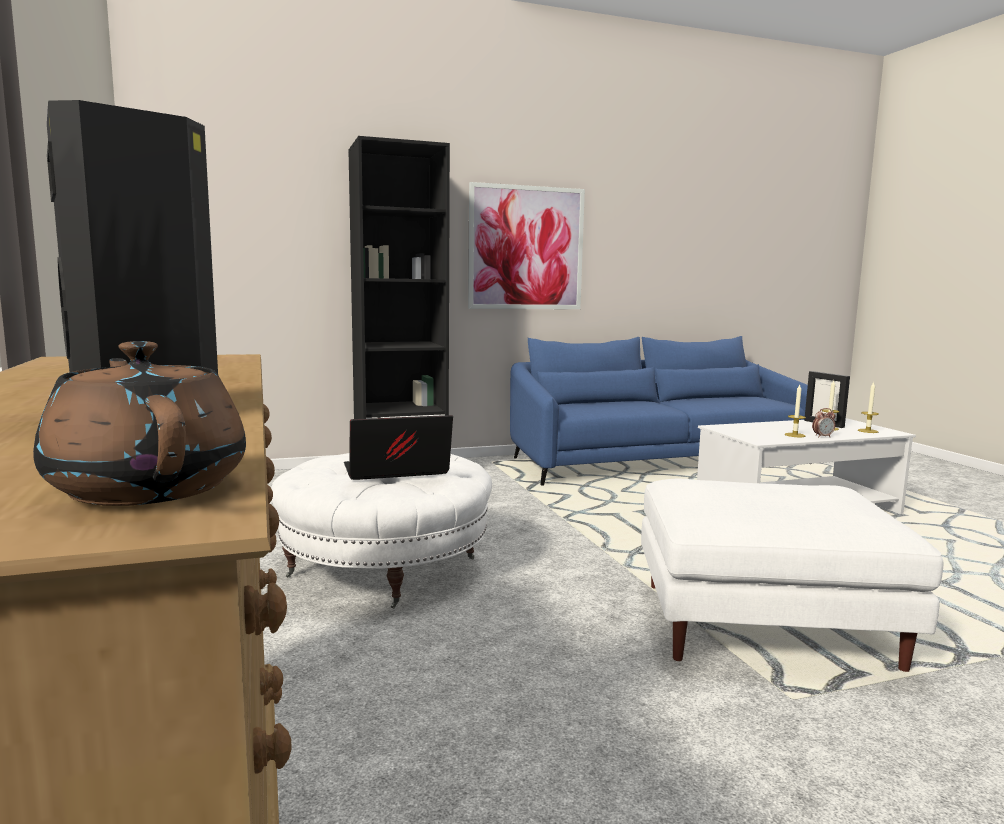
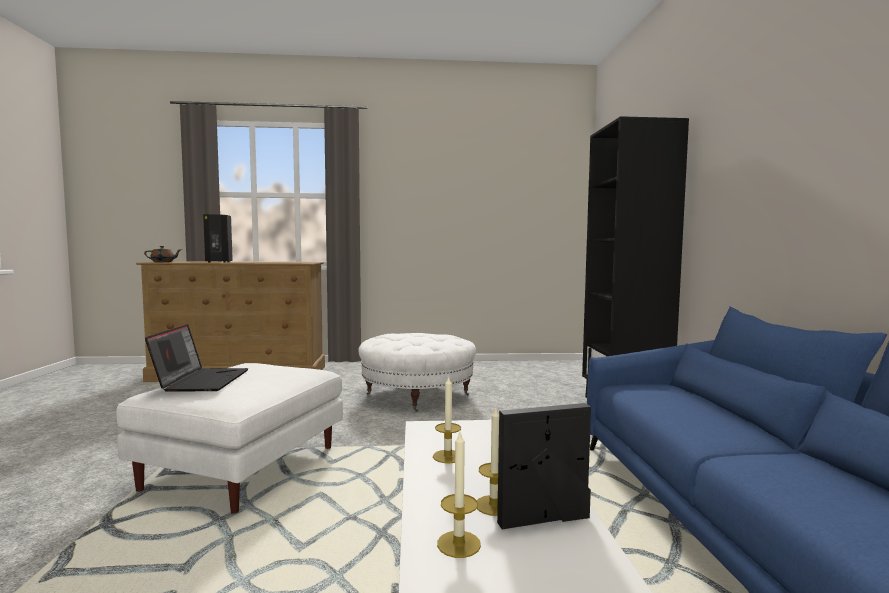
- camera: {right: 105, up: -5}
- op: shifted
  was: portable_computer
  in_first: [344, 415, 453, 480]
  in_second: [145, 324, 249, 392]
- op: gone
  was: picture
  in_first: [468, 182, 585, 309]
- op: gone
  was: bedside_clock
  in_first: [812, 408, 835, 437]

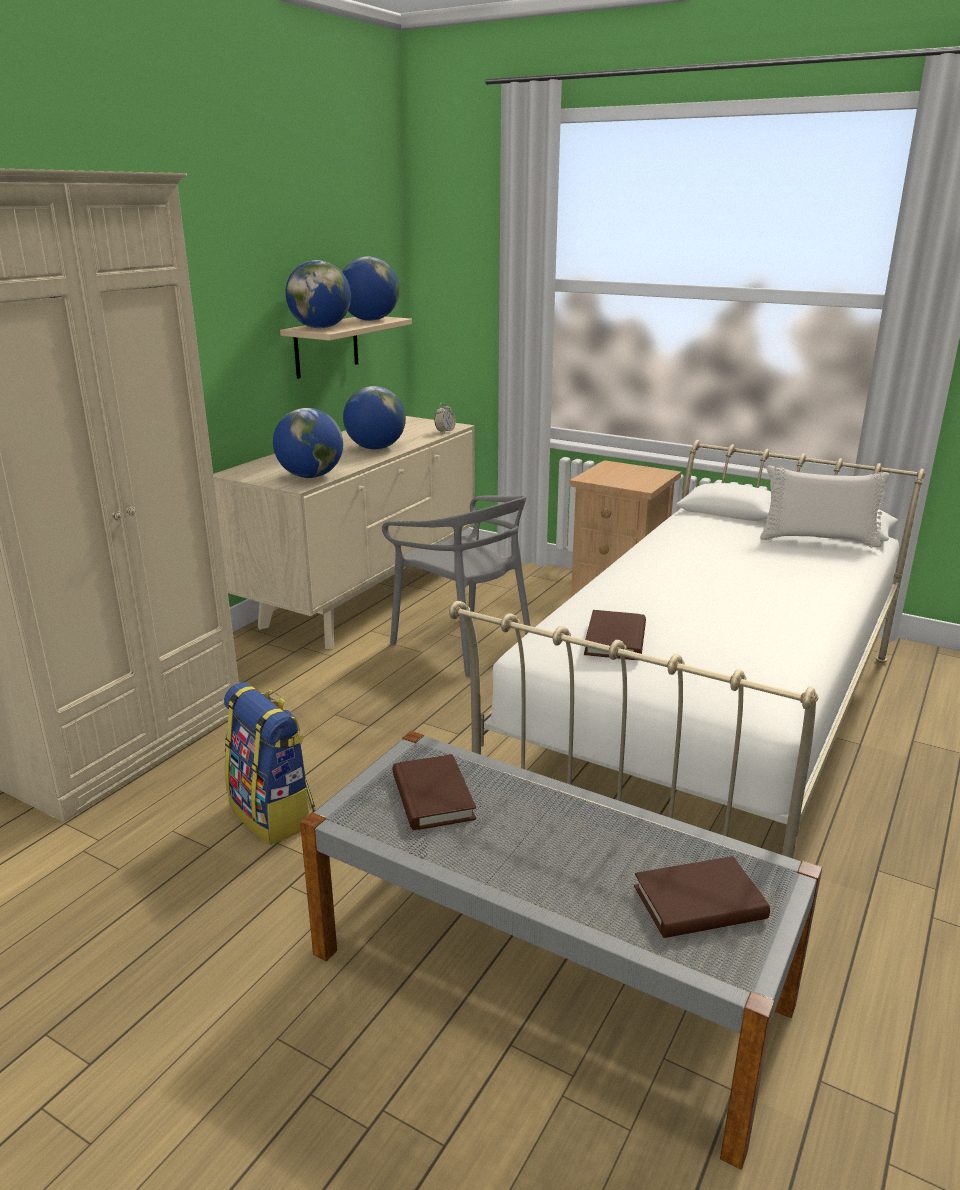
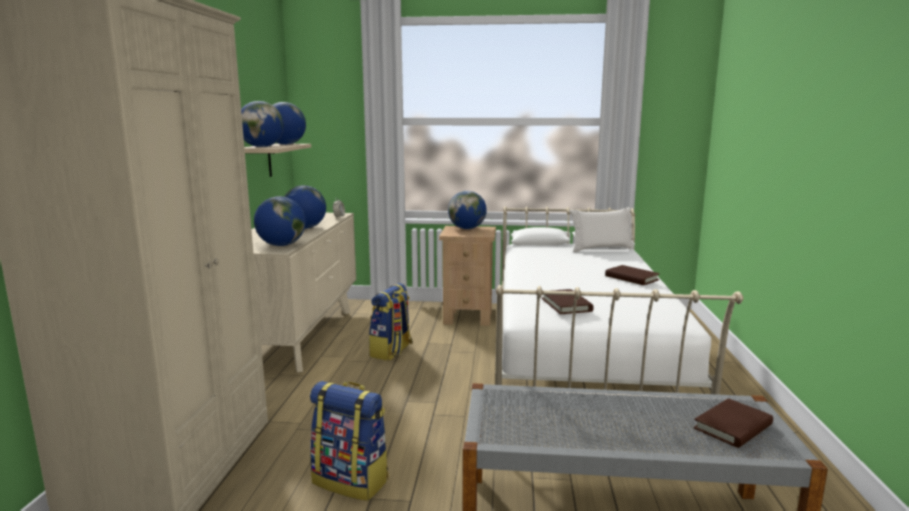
- camera: {right: -25, up: -10}
- op: swapped
  was: grey_upright_chair
  now: rucksack
  in_first: [382, 495, 530, 677]
  in_second: [369, 283, 413, 361]
- op: shifted
  was: brown-coloured_book
  in_first: [393, 754, 476, 830]
  in_second: [605, 265, 660, 285]
- op: new
  now: world_globe
  in_second: [448, 191, 487, 229]

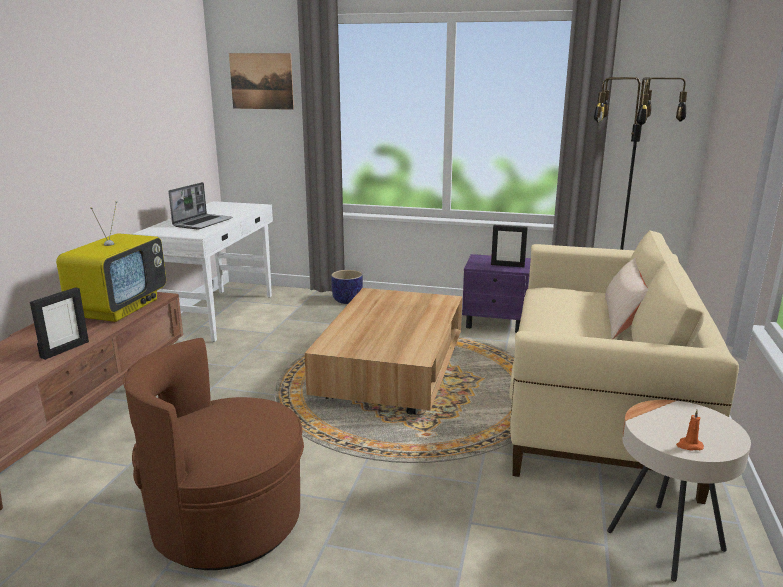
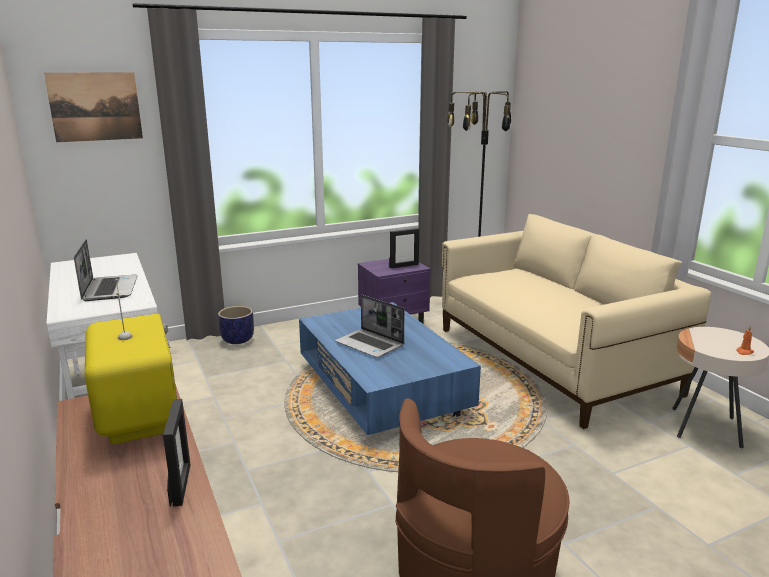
- camera: {right: -40, up: 0}
- op: repainted
  was: brown-coloured_coffee_table
  now: bluish_coffee_table
  in_first: [304, 288, 462, 414]
  in_second: [299, 302, 481, 435]
- op: gone
  was: sand-coloured_throw_pillow
  in_first: [605, 258, 648, 339]
- op: new
  now: portable_computer
  in_second: [335, 295, 404, 358]

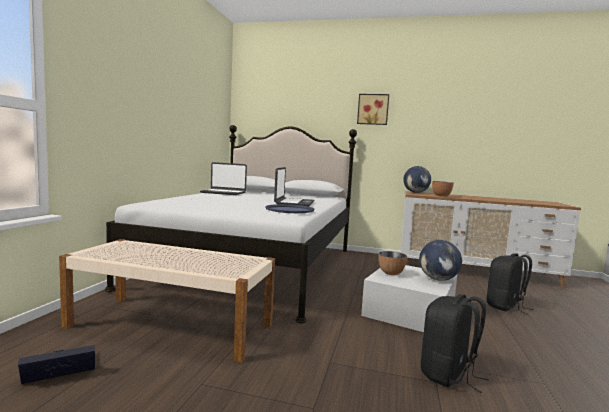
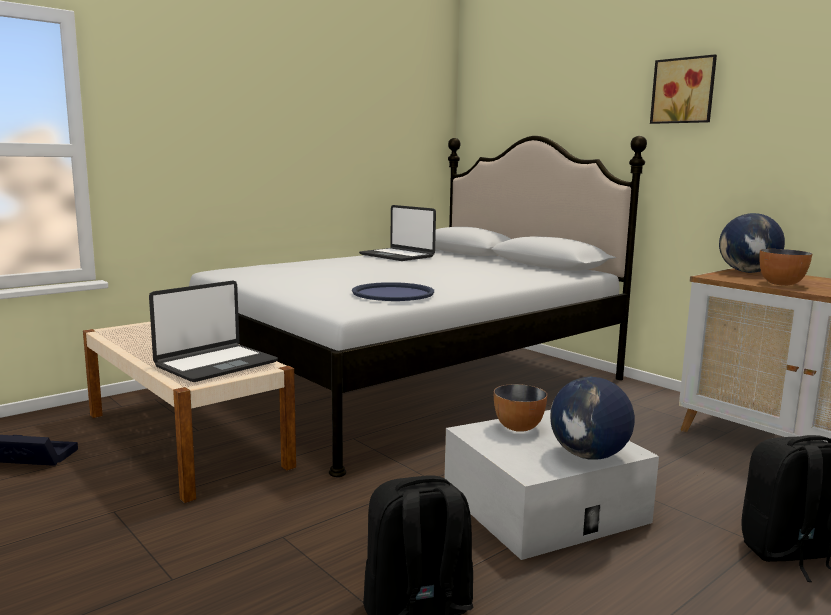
- camera: {right: 35, up: 5}
- op: shifted
  was: portable_computer
  in_first: [274, 167, 314, 207]
  in_second: [149, 280, 278, 382]

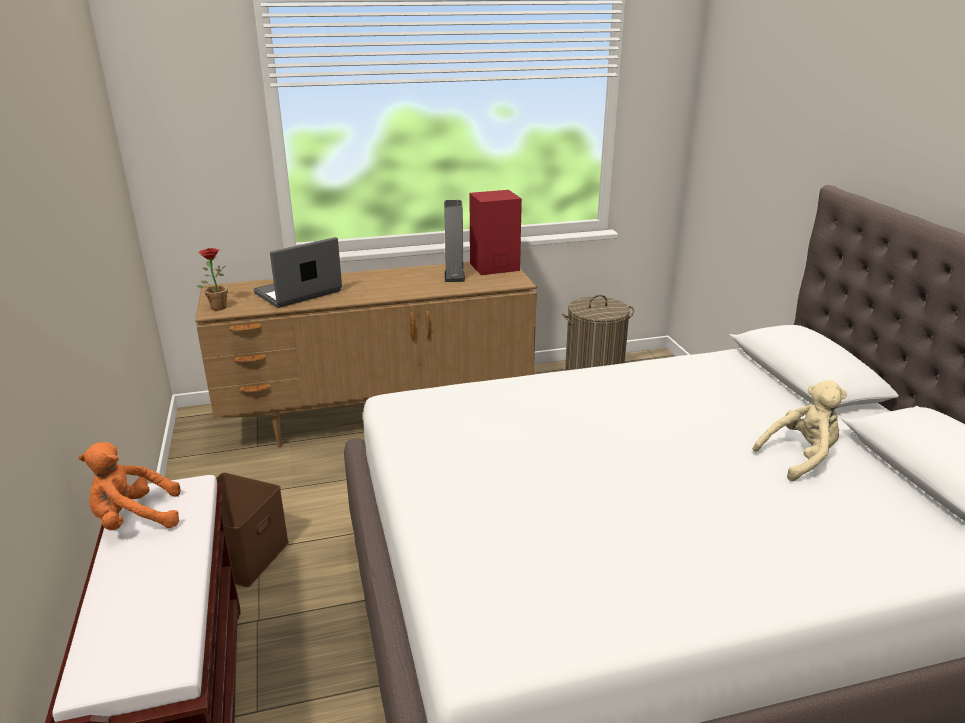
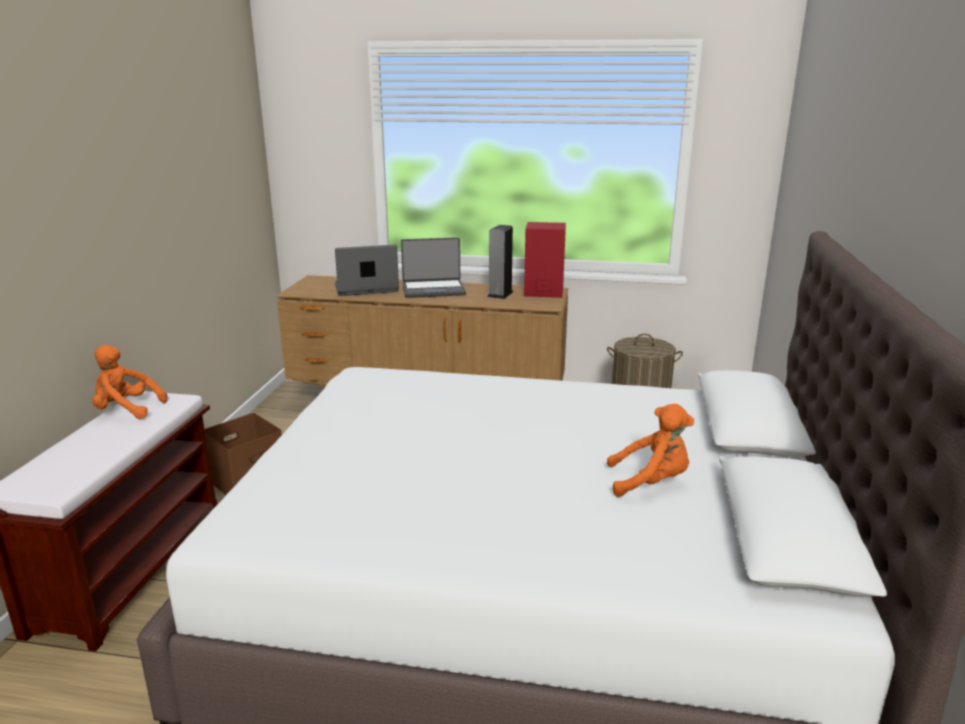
- camera: {right: 25, up: -5}
- op: gone
  was: plant_in_a_pot
  in_first: [197, 248, 228, 311]
- op: repainted
  was: sand-coloured_soft_toy
  now: orange-coloured_soft_toy
  in_first: [753, 380, 847, 481]
  in_second: [607, 404, 694, 497]
- op: new
  now: portable_computer
  in_second: [401, 237, 466, 298]

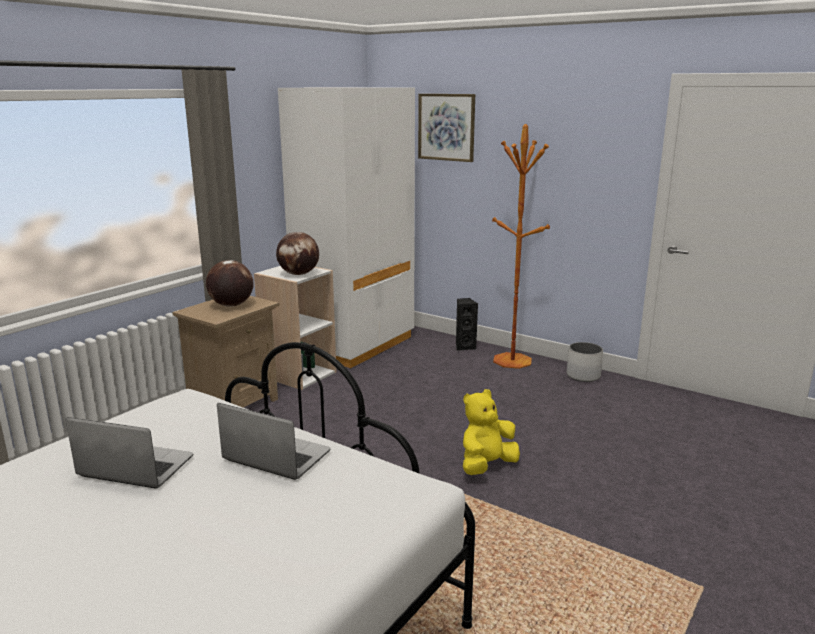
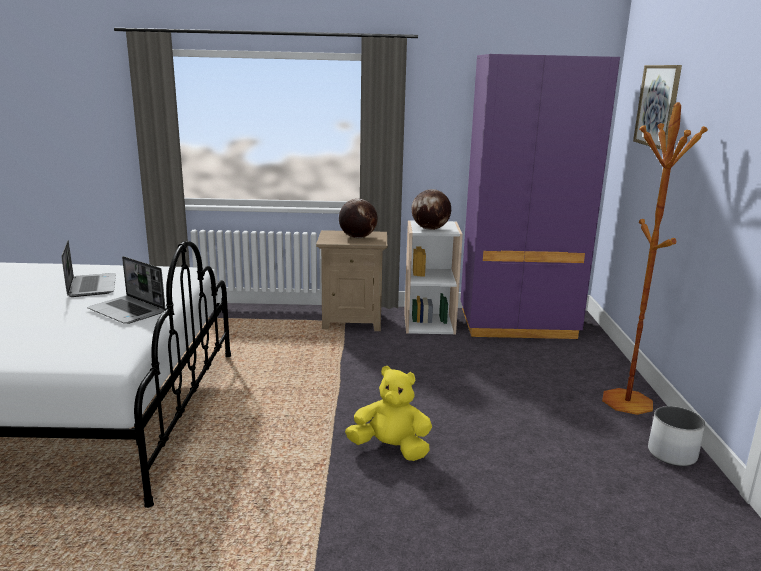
- camera: {right: 55, up: 0}
- op: rotated
  was: portable_computer
  in_first: [217, 403, 331, 480]
  in_second: [87, 256, 165, 324]
  clockwise: 135
- op: repainted
  was: white_wardrobe
  now: purple_wardrobe
  in_first: [278, 87, 415, 369]
  in_second: [461, 54, 620, 339]
- op: gone
  was: black_audio_speaker
  in_first: [456, 298, 478, 351]

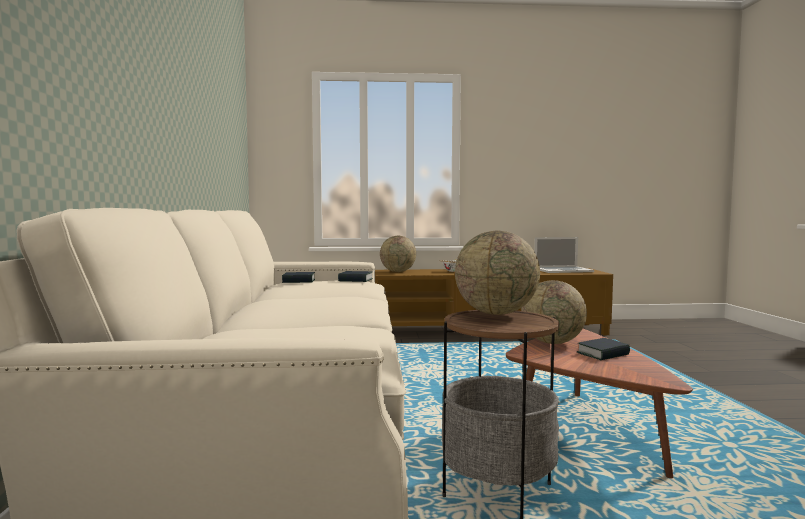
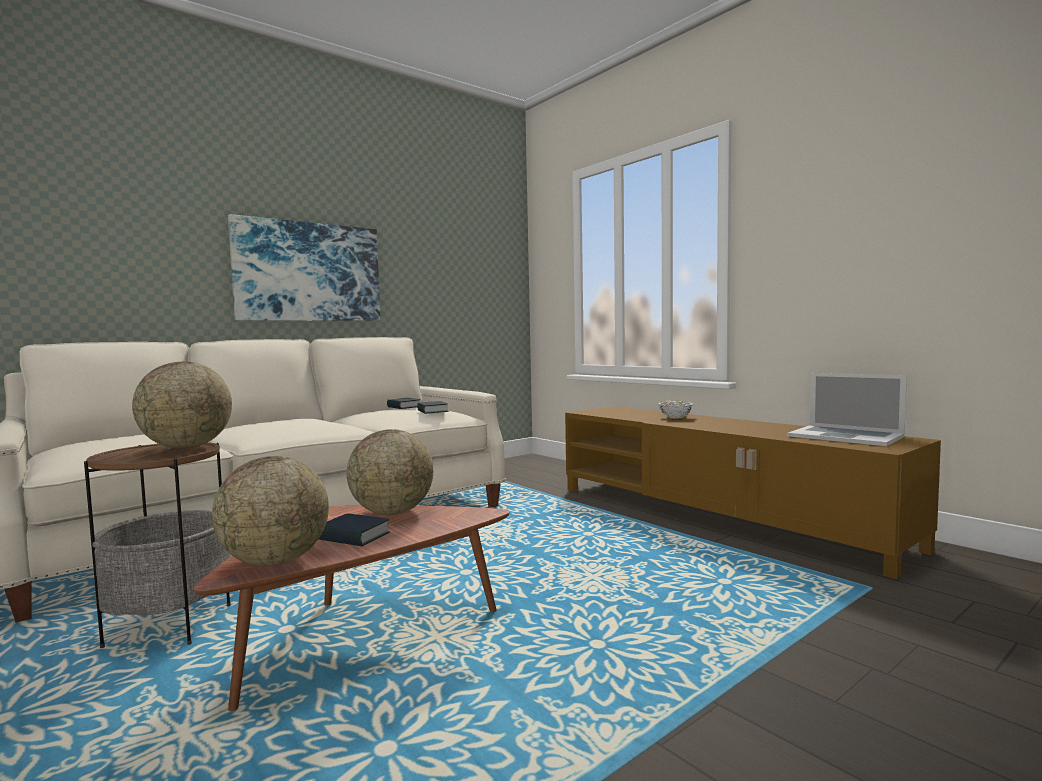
- camera: {right: 55, up: 0}
- op: shifted
  was: world_globe
  in_first: [380, 236, 416, 272]
  in_second: [212, 456, 329, 566]
- op: new
  now: picture
  in_second: [228, 214, 380, 321]

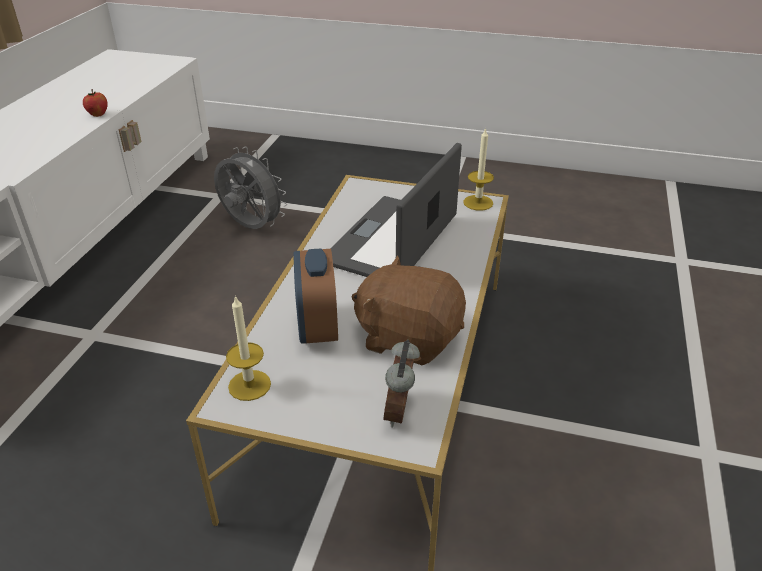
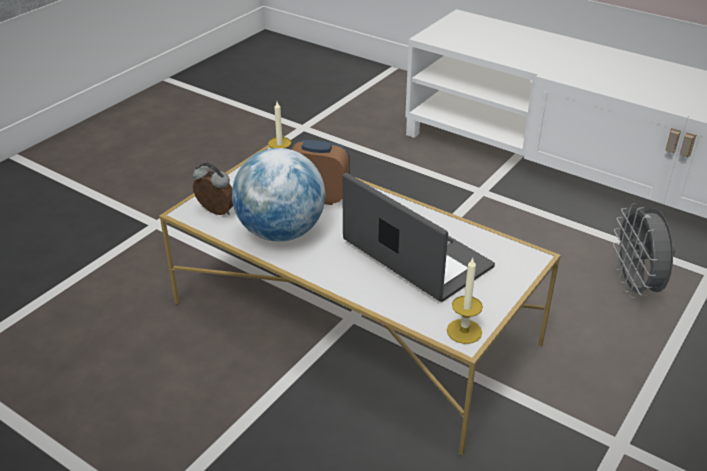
- camera: {right: 110, up: 0}
- op: gone
  was: whole_apple
  in_first: [83, 89, 108, 117]
- op: rotated
  was: grey_fan
  in_first: [214, 147, 287, 229]
  in_second: [613, 203, 675, 298]
  clockwise: 120
- op: swapped
  was: brown-coloured_soft_toy
  now: world_globe
  in_first: [352, 255, 466, 365]
  in_second: [232, 148, 325, 242]

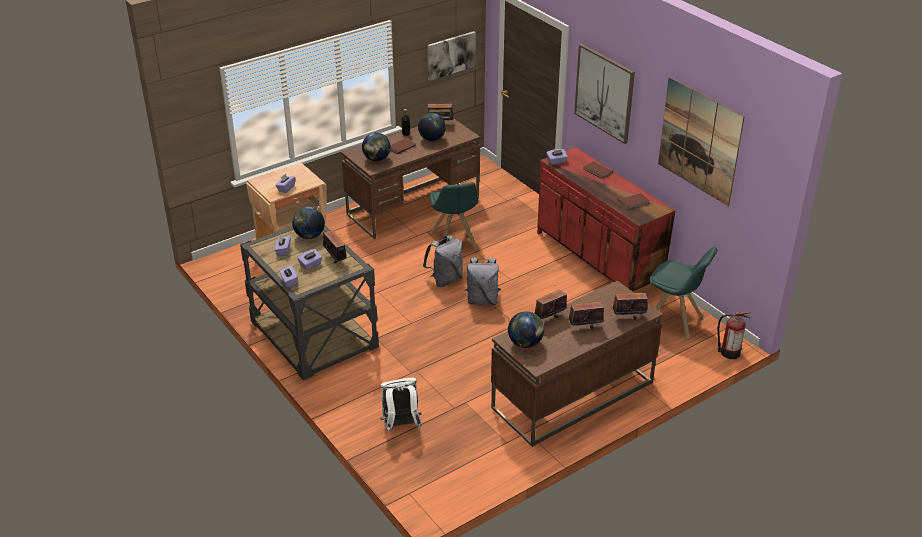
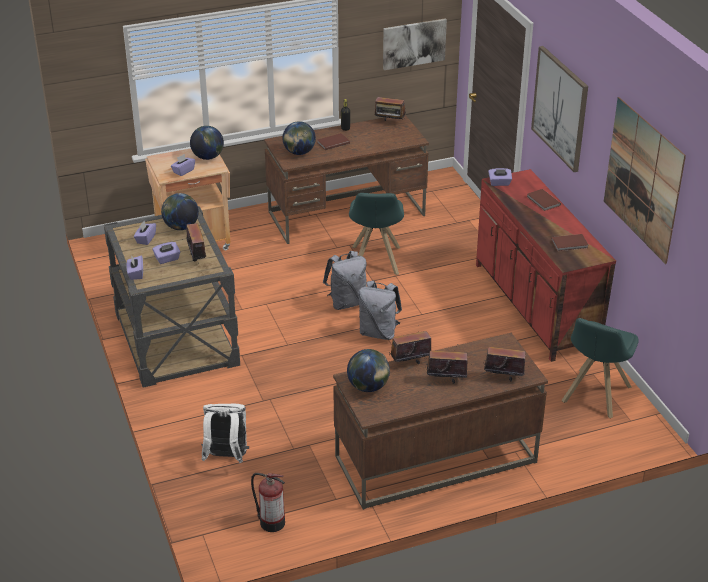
- camera: {right: 15, up: 0}
- op: shifted
  was: world_globe
  in_first: [418, 113, 446, 141]
  in_second: [190, 126, 224, 160]
- op: rotated
  was: turquoise_upright_chair
  in_first: [649, 247, 718, 339]
  in_second: [562, 318, 639, 418]
  clockwise: 75
- op: shifted
  was: extinguisher
  in_first: [718, 312, 751, 359]
  in_second: [251, 473, 285, 532]

